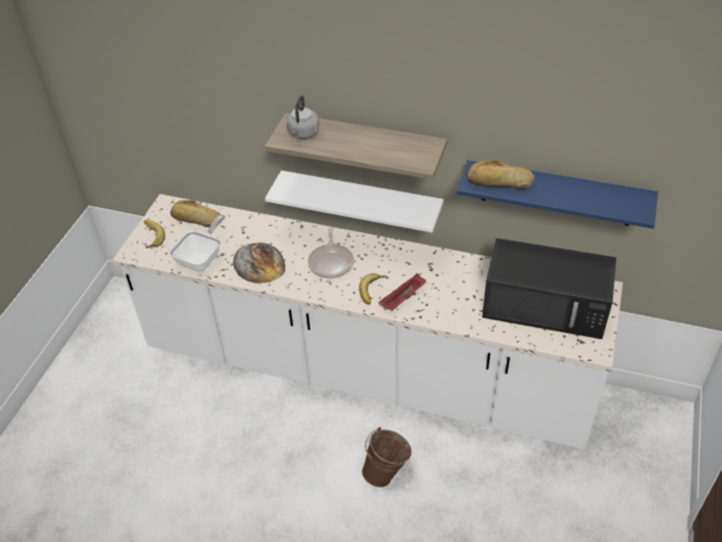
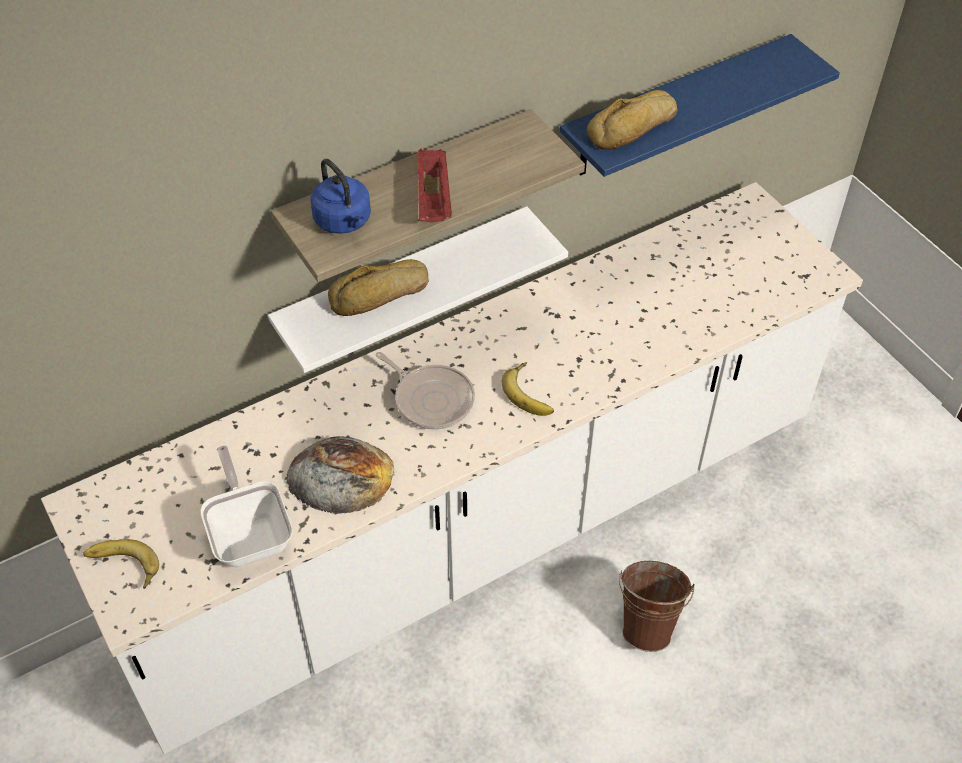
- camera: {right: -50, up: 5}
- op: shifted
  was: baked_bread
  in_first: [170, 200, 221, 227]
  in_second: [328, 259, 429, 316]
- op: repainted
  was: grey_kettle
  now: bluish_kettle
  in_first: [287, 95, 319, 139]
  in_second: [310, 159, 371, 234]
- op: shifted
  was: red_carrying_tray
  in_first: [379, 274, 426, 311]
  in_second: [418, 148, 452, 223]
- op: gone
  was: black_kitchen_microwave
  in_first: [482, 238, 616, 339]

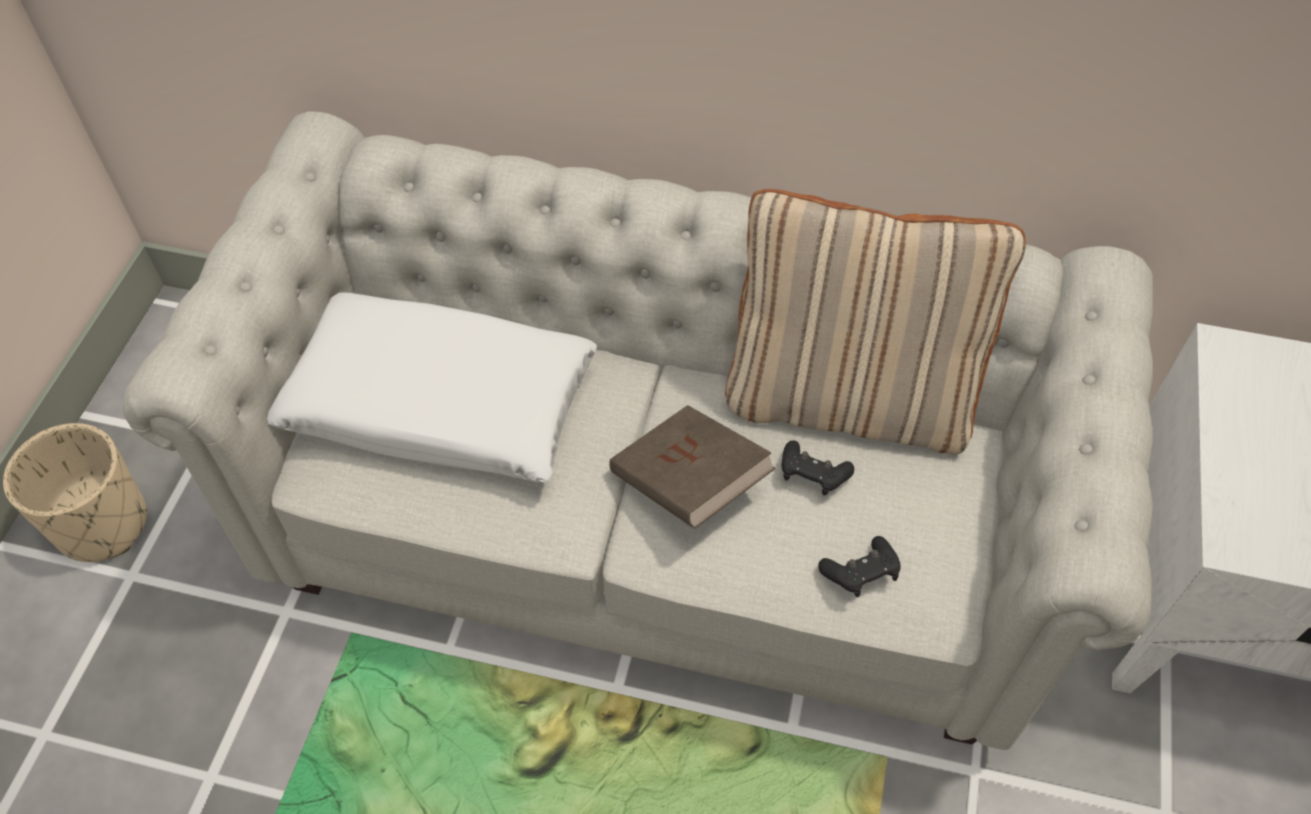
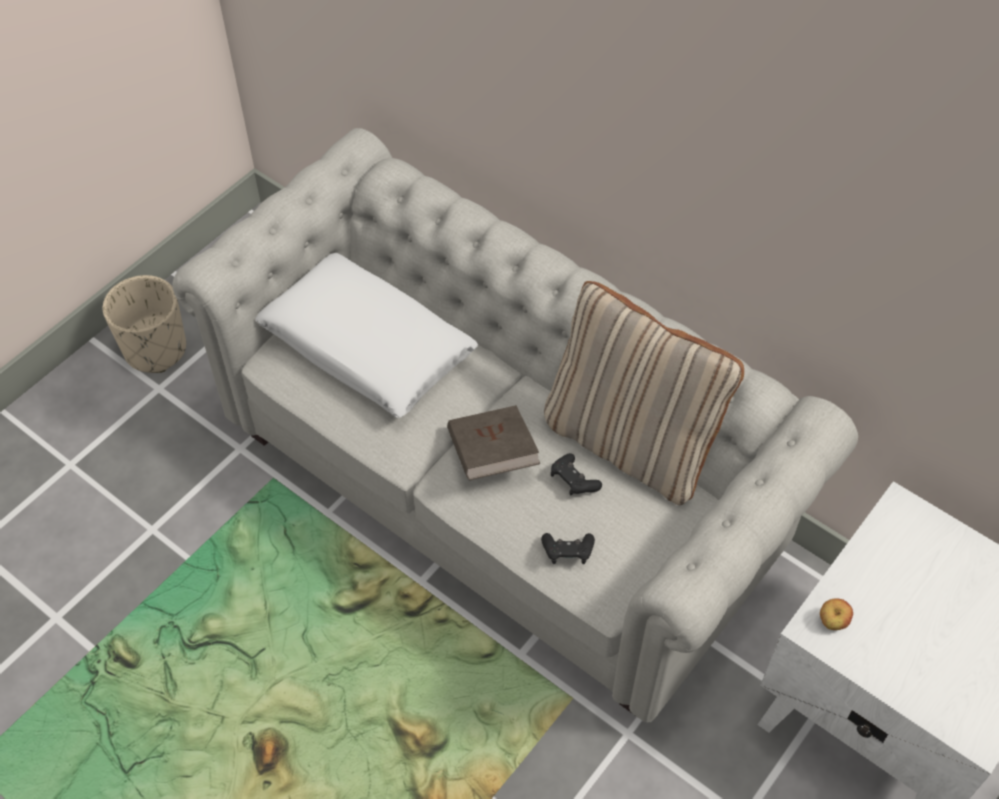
- camera: {right: 25, up: 0}
- op: new
  now: whole_apple
  in_second: [820, 598, 853, 630]

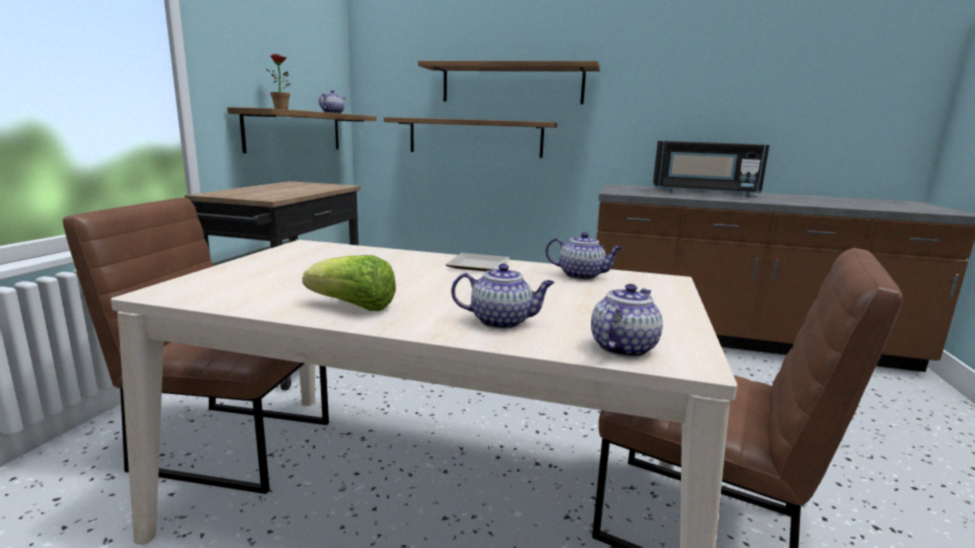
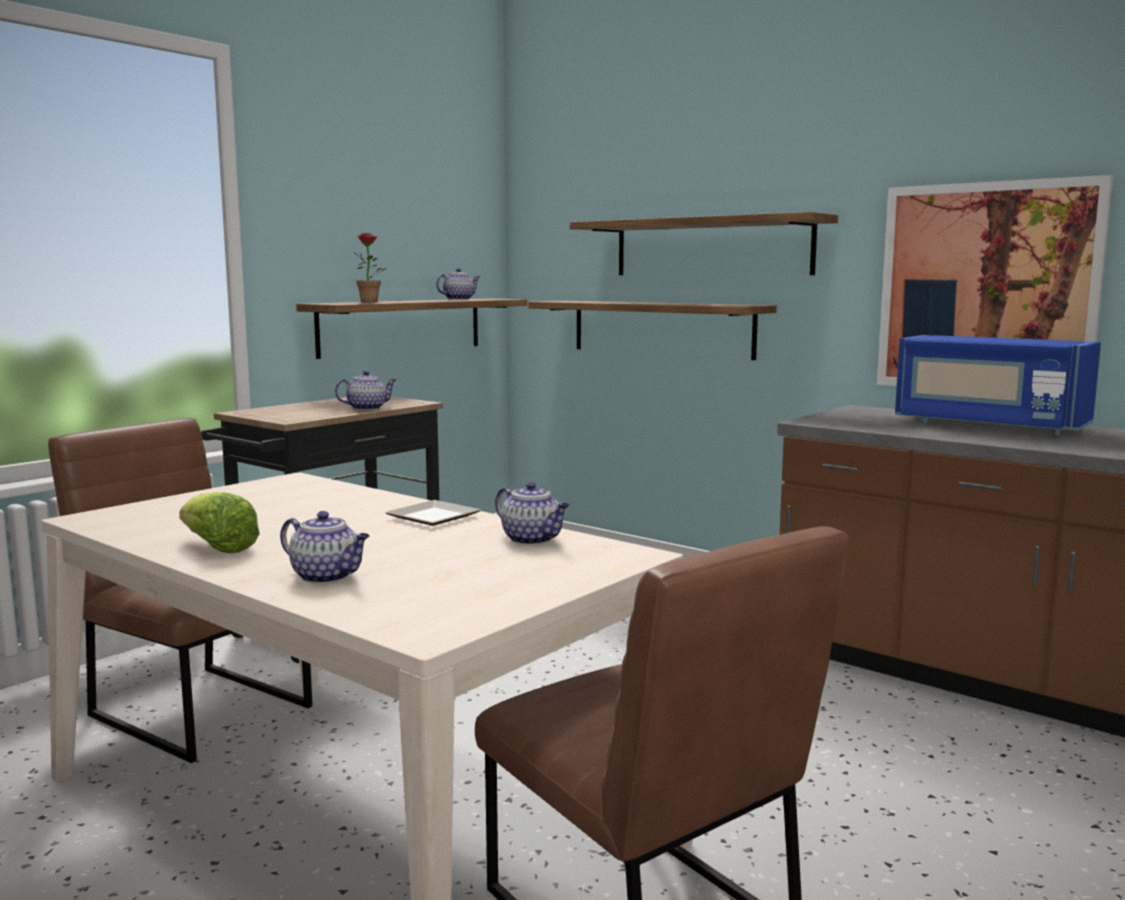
- camera: {right: 25, up: -5}
- op: shifted
  was: pot_for_tea
  in_first: [591, 284, 663, 358]
  in_second: [335, 371, 397, 410]
- op: repainted
  was: black_kitchen_microwave
  now: bluish_kitchen_microwave
  in_first: [653, 141, 770, 196]
  in_second: [895, 335, 1101, 435]
- op: new
  now: picture
  in_second: [877, 175, 1114, 386]

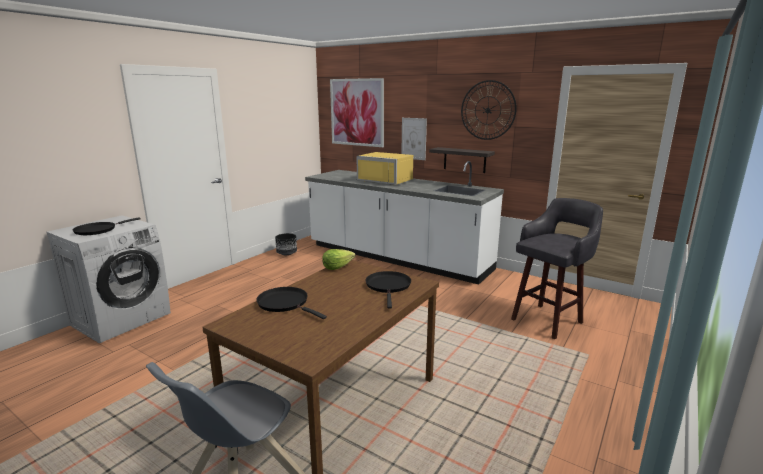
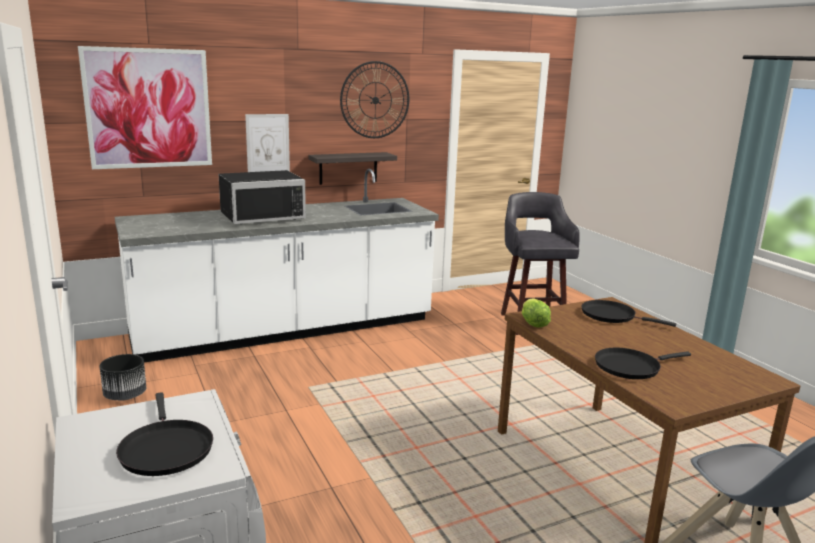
- camera: {right: -60, up: 0}
- op: repainted
  was: yellow-coloured_kitchen_microwave
  now: black_kitchen_microwave
  in_first: [356, 152, 413, 185]
  in_second: [219, 170, 306, 224]

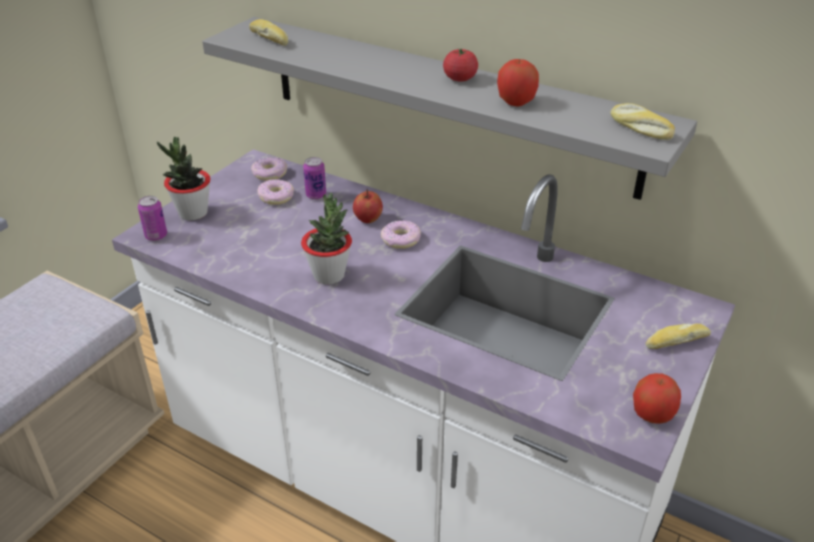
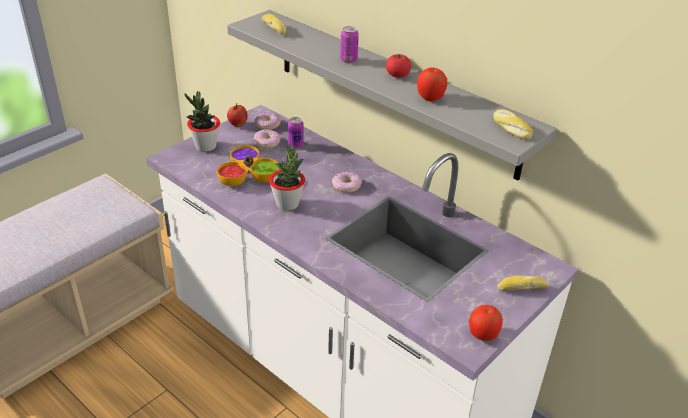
- camera: {right: 10, up: 0}
- op: shifted
  was: sealed_can
  in_first: [138, 196, 167, 241]
  in_second: [340, 26, 359, 63]
- op: shifted
  was: whole_apple
  in_first: [353, 189, 383, 223]
  in_second: [227, 103, 248, 127]
- op: new
  now: deep_dish
  in_second: [217, 145, 279, 186]

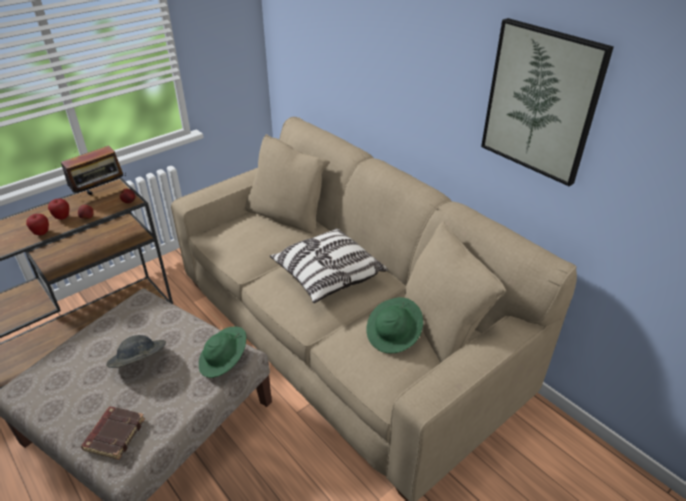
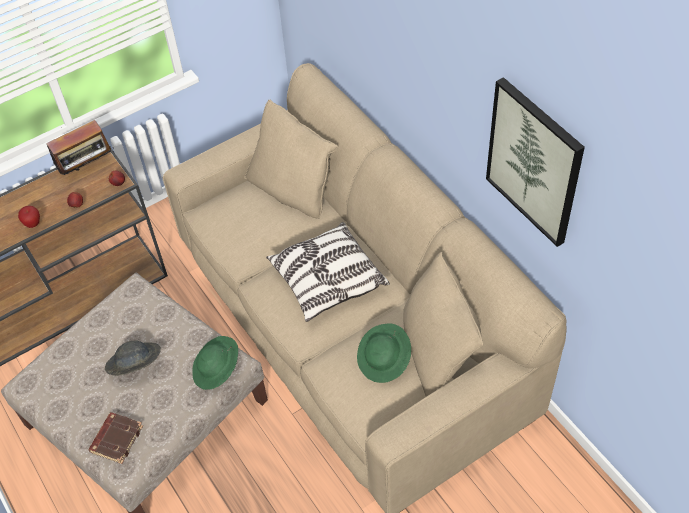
- camera: {right: 10, up: 15}
- op: gone
  was: whole_apple
  in_first: [48, 199, 70, 220]

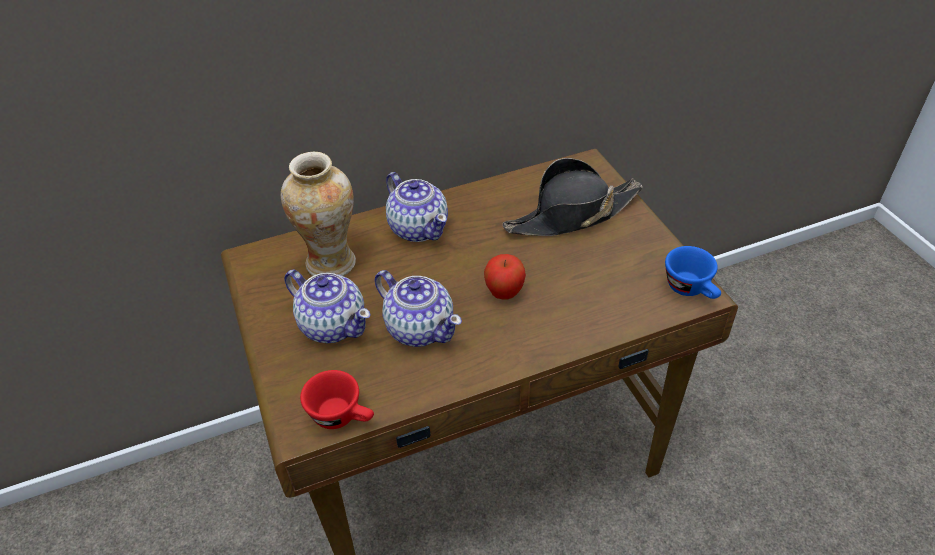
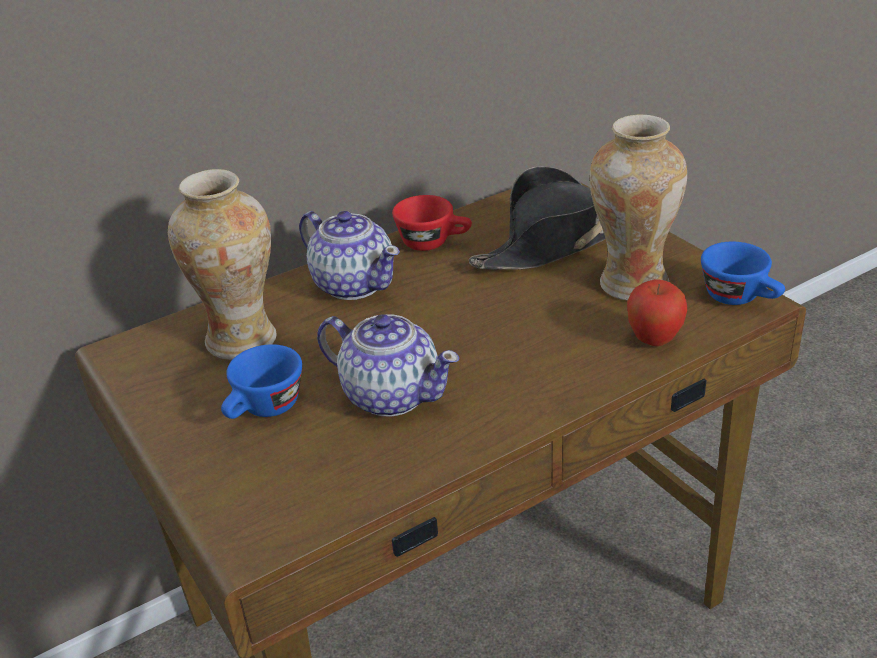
- camera: {right: -10, up: -10}
- op: swapped
  was: pot_for_tea
  now: bluish_drinking_cup
  in_first: [284, 270, 371, 344]
  in_second: [221, 344, 302, 419]
- op: shifted
  was: red_drinking_cup
  in_first: [300, 370, 374, 429]
  in_second: [392, 195, 472, 251]
- op: shifted
  was: whole_apple
  in_first: [484, 254, 526, 299]
  in_second: [627, 279, 687, 346]
- op: new
  now: decorative_vase
  in_second: [590, 115, 687, 301]

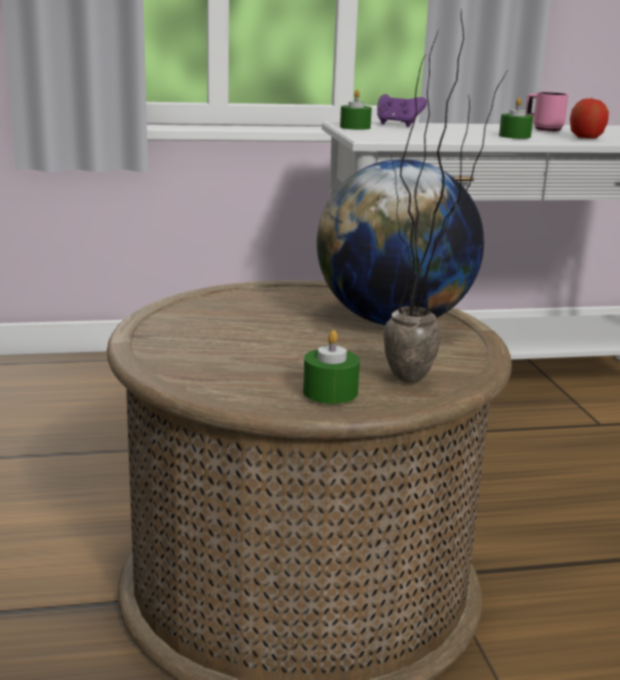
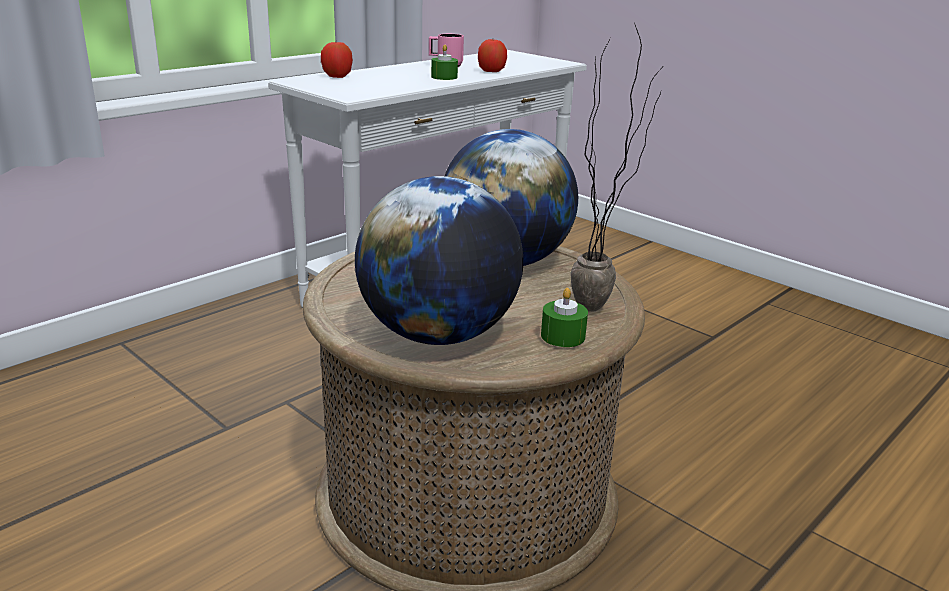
- camera: {right: -35, up: 5}
- op: gone
  was: green_wax_candle
  in_first: [340, 90, 372, 130]
- op: swapped
  was: purple_gamepad
  now: whole_apple
  in_first: [377, 94, 427, 127]
  in_second: [321, 42, 353, 78]
- op: new
  now: world_globe
  in_second: [355, 176, 523, 345]

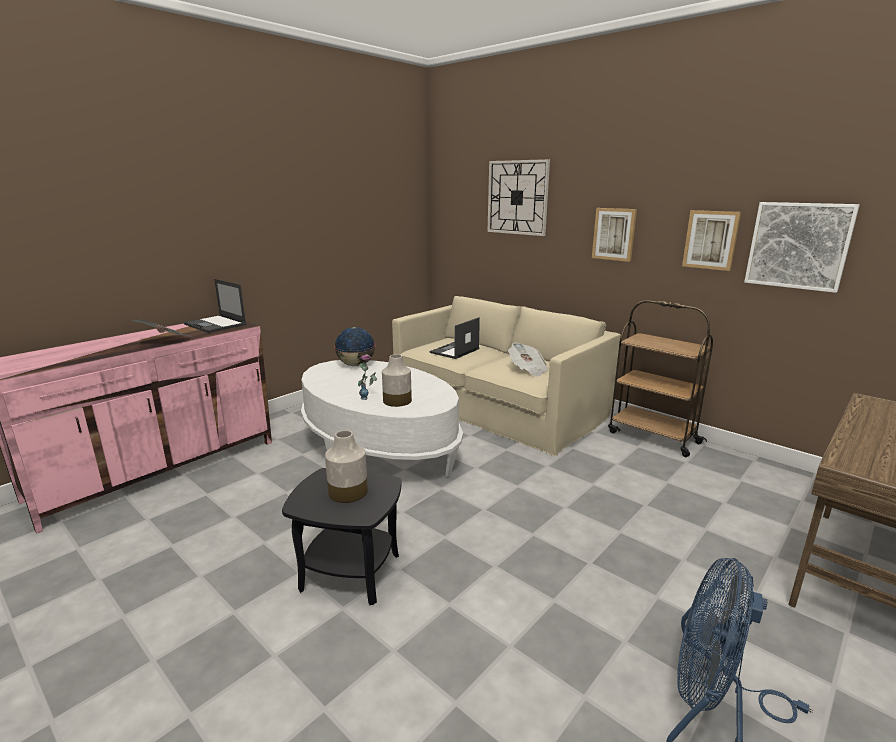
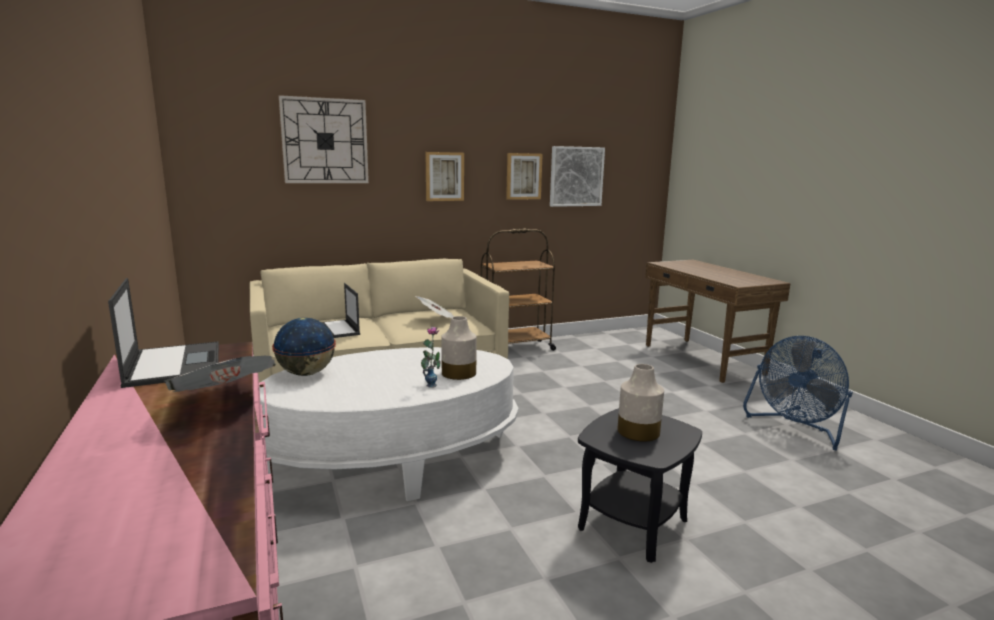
- camera: {right: -65, up: -5}
- op: rotated
  was: portable_computer
  in_first: [184, 279, 246, 333]
  in_second: [108, 278, 219, 388]
  clockwise: -90

